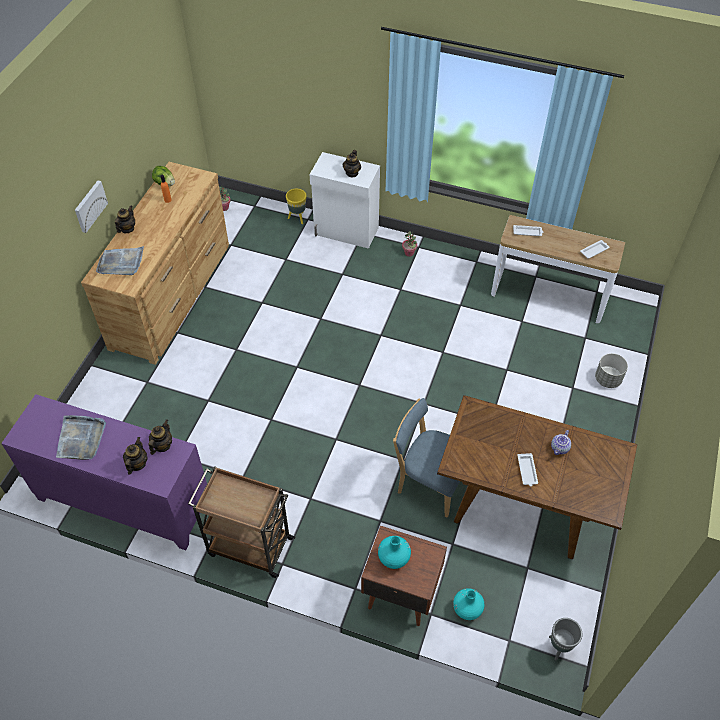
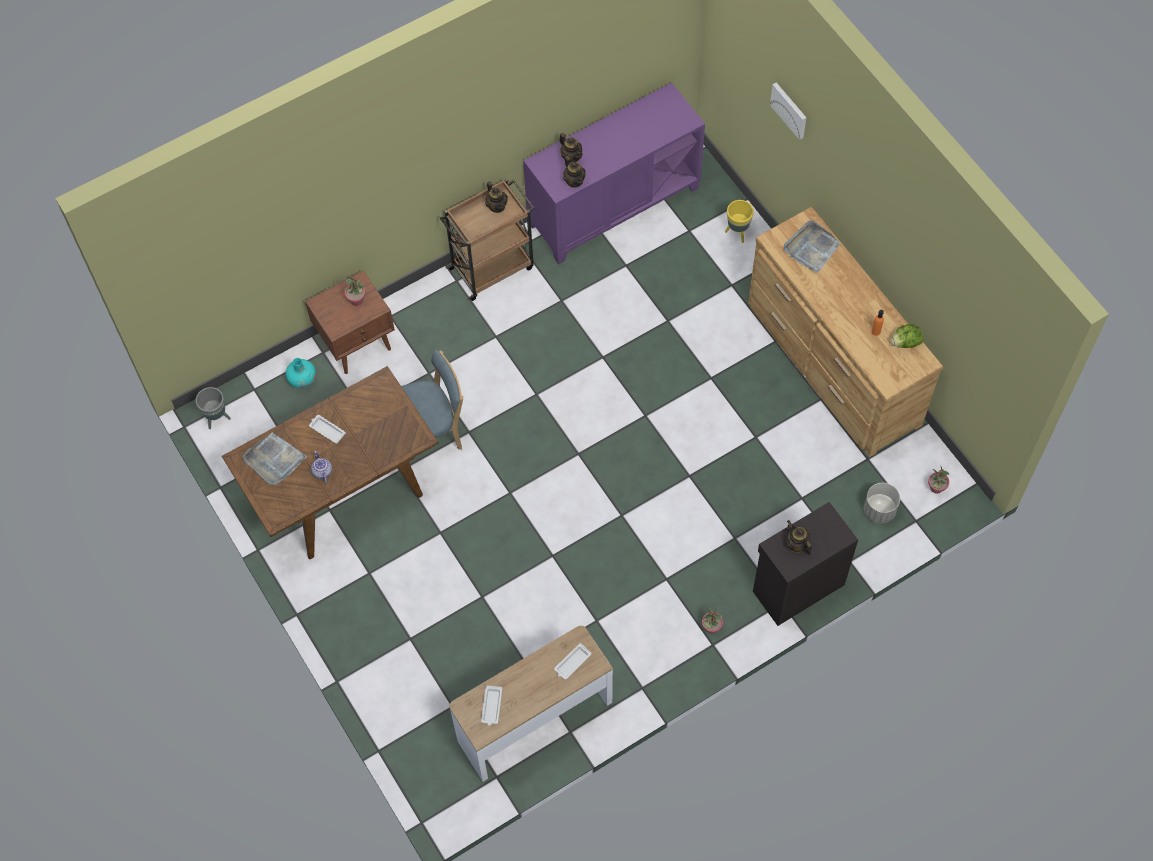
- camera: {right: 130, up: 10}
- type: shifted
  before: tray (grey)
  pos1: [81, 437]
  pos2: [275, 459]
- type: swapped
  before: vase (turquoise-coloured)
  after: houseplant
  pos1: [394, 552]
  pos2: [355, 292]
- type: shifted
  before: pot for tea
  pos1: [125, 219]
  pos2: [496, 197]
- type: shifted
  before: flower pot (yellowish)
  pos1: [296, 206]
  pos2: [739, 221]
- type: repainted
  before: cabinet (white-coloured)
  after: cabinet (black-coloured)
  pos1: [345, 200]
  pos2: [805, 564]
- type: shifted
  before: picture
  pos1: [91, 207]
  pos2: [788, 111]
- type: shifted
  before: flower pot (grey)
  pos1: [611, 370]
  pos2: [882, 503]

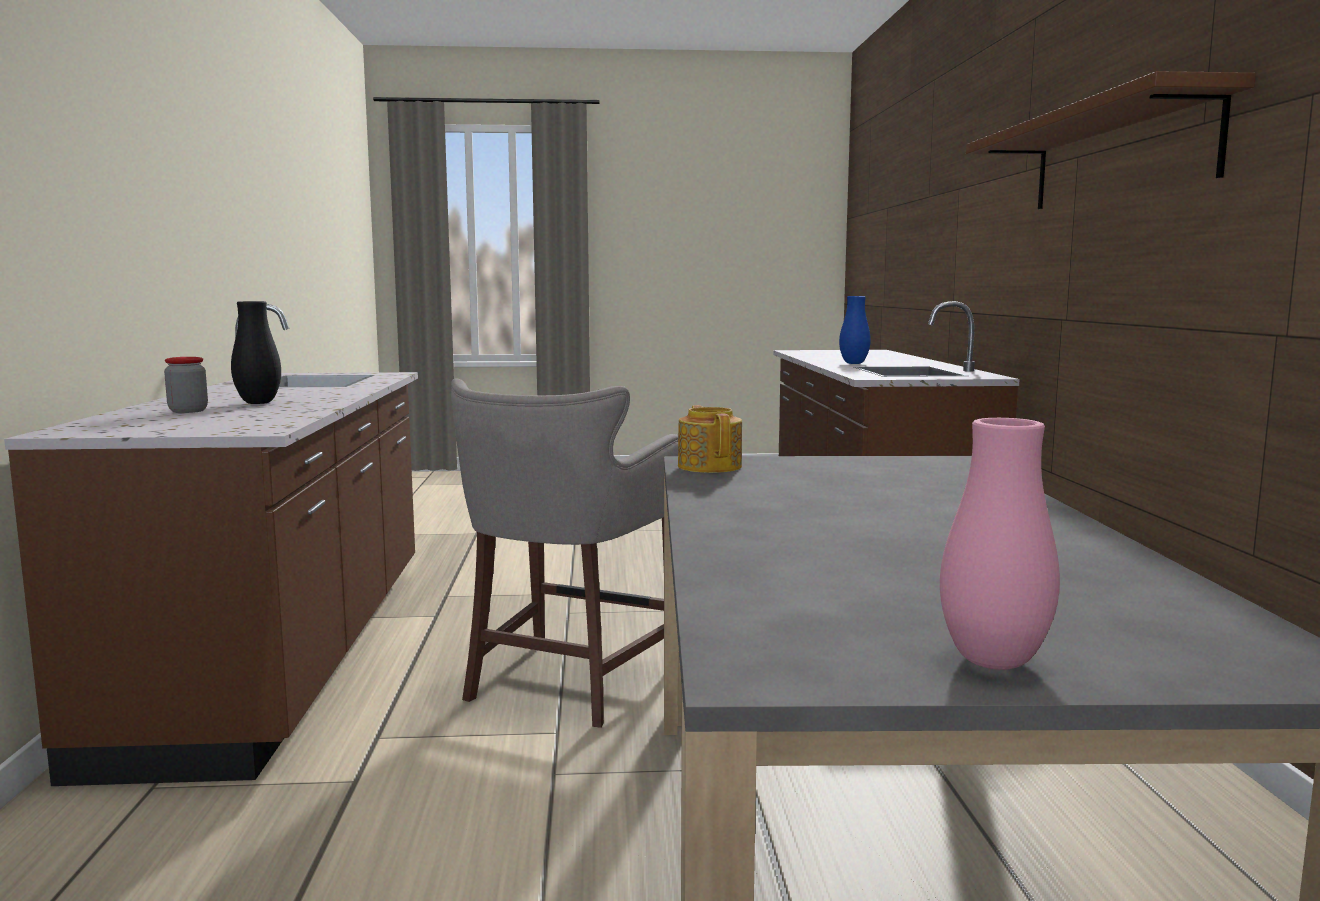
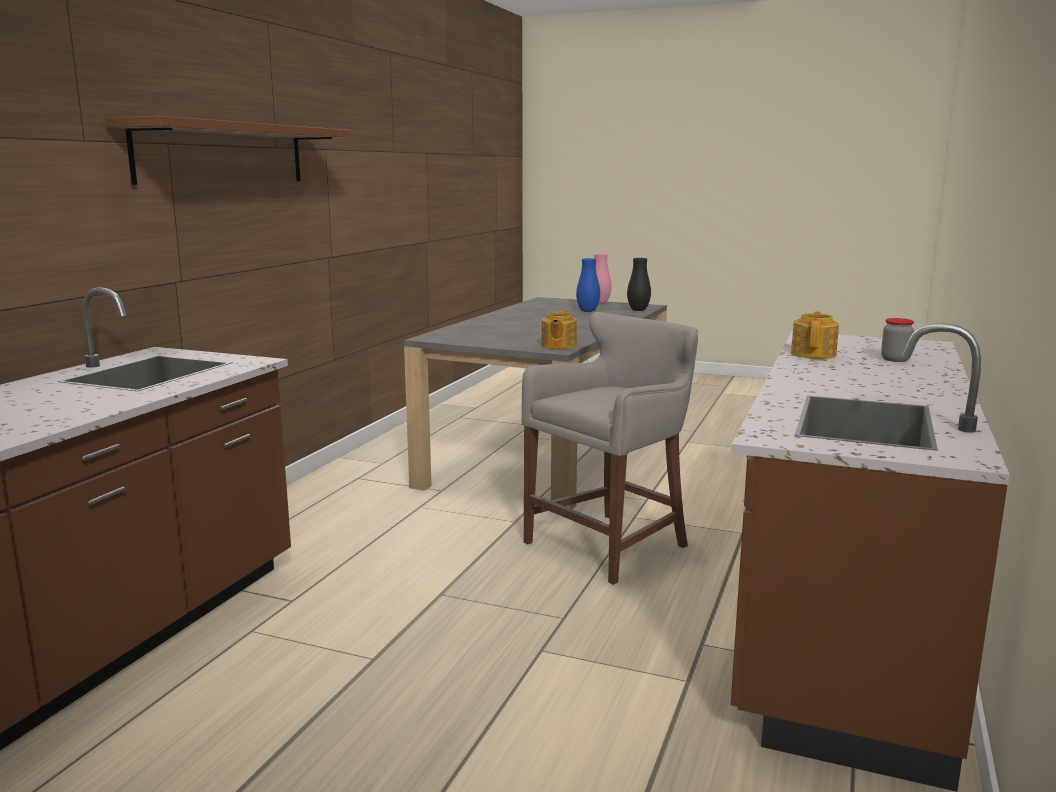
- camera: {right: -155, up: 5}
- type: shifted
  before: vase (blue)
  pos1: [855, 330]
  pos2: [588, 285]
- type: shifted
  before: vase (black-coloured)
  pos1: [256, 352]
  pos2: [639, 284]
- type: new
  after: pot for tea
  pos2: [815, 335]

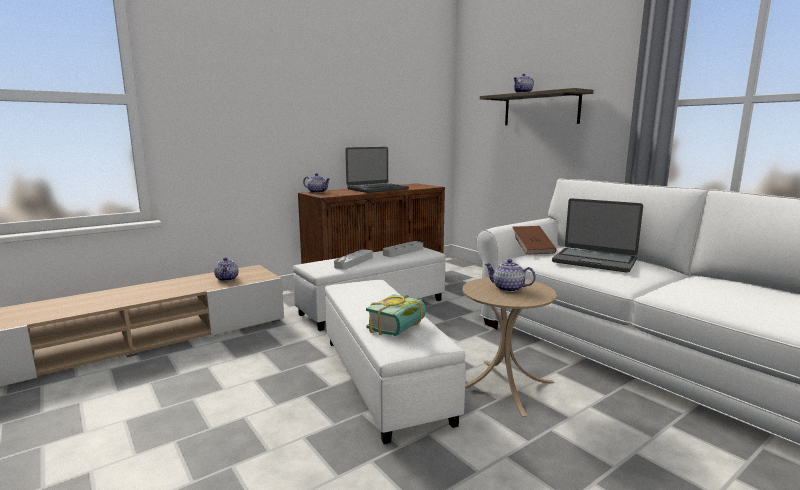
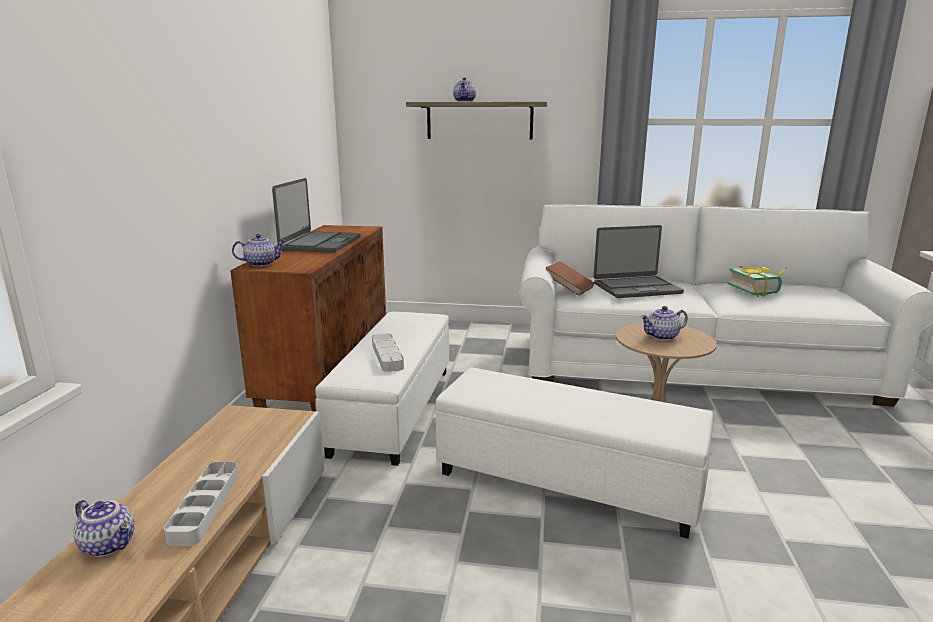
- camera: {right: -45, up: 5}
- type: shifted
  before: pot for tea
  pos1: [226, 269]
  pos2: [104, 528]
- type: shifted
  before: tray (grey)
  pos1: [403, 249]
  pos2: [201, 503]
- type: shifted
  before: bound book
  pos1: [396, 315]
  pos2: [756, 281]

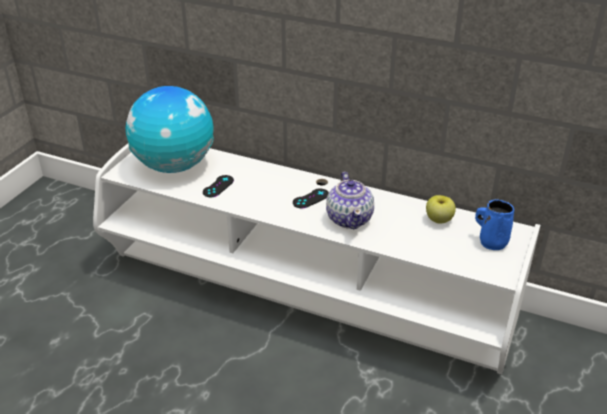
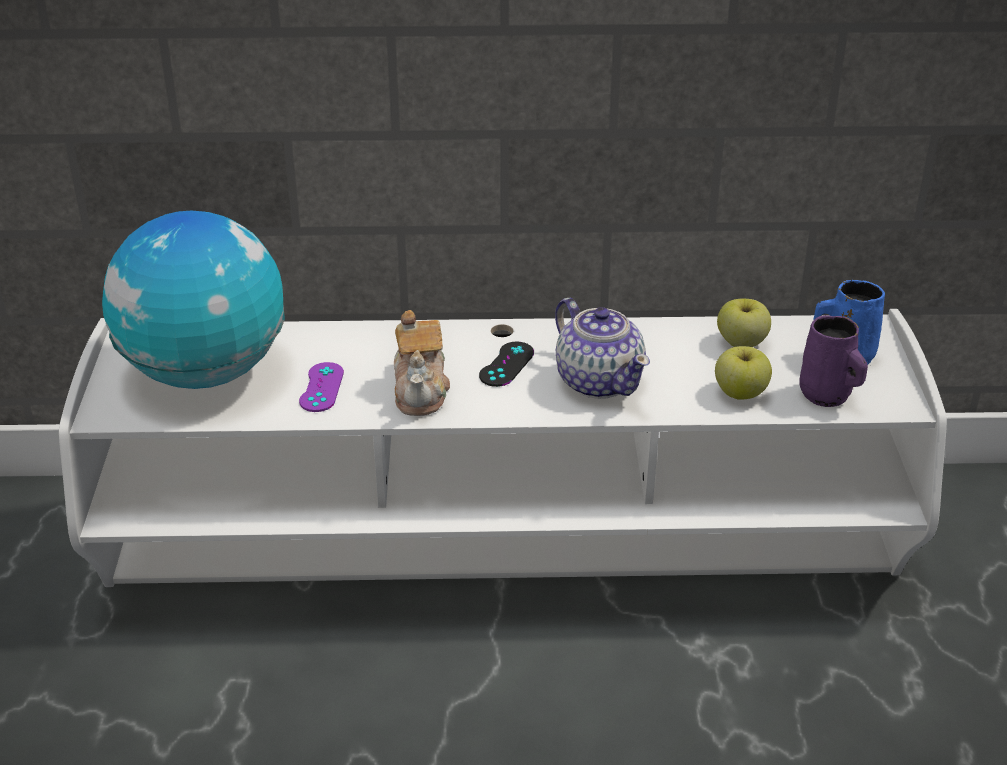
- camera: {right: -25, up: 0}
- type: repainted
  before: game controller (black-coloured)
  after: game controller (purple-coloured)
  pos1: [218, 186]
  pos2: [321, 387]
- type: new
  after: pot for tea
  pos2: [422, 363]
- type: new
  after: whole apple
  pos2: [743, 373]
- type: new
  after: mug (purple-coloured)
  pos2: [833, 361]

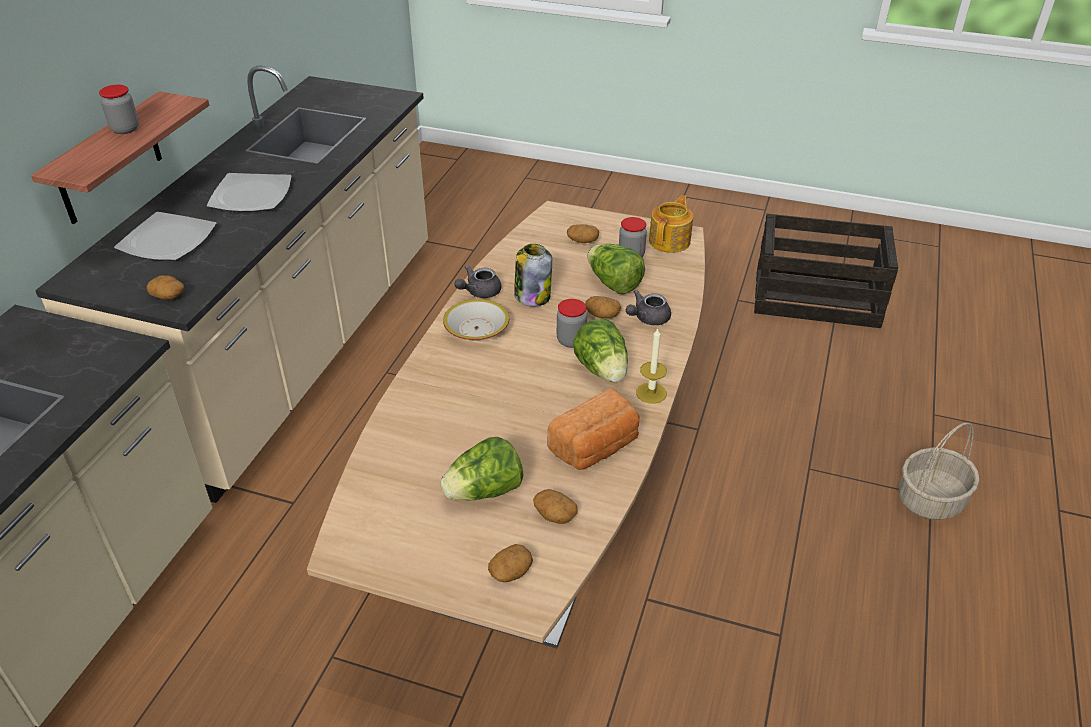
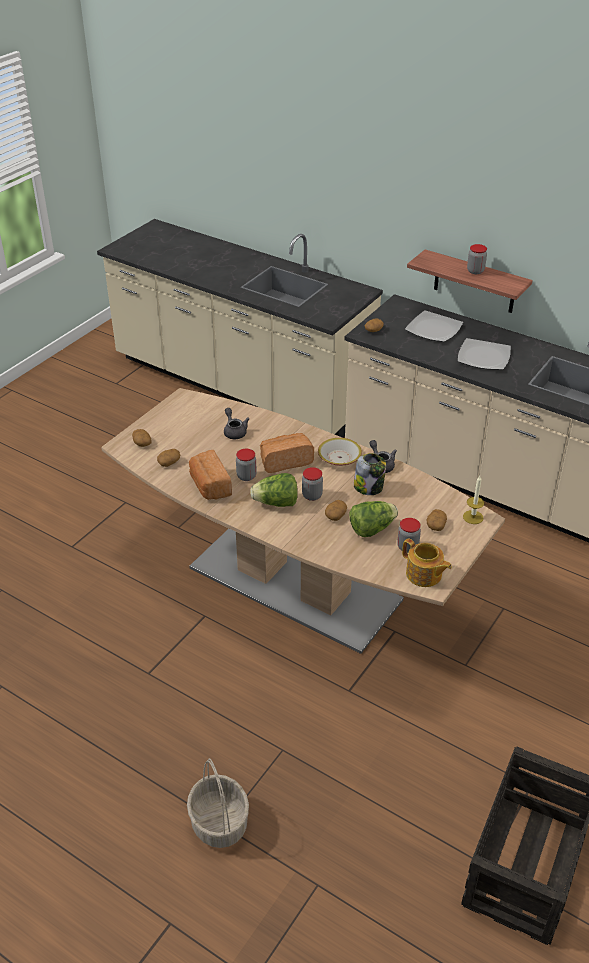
- camera: {right: 105, up: 0}
- type: shifted
  before: pot for tea (grey)
  pos1: [648, 307]
  pos2: [237, 423]
- type: new
  after: jar
  pos2: [246, 464]
- type: new
  after: bread
  pos2: [287, 453]
- type: shifted
  before: candle
  pos1: [651, 365]
  pos2: [473, 500]
- type: gone
  before: lettuce head
  pos1: [481, 468]

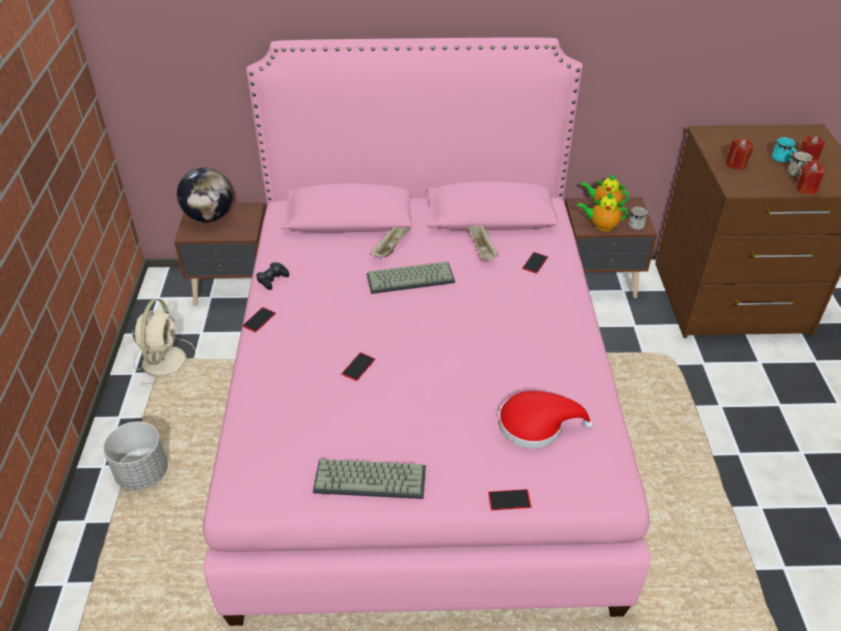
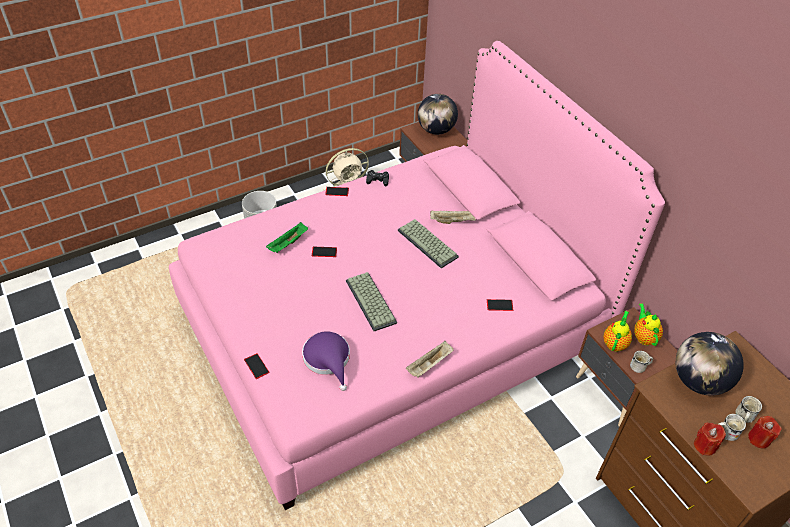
- camera: {right: 60, up: 5}
- type: new
  after: tray (green-coloured)
  pos2: [287, 237]
- type: repainted
  before: clothing hat (reddish)
  after: clothing hat (purple-coloured)
  pos1: [546, 420]
  pos2: [326, 361]
- type: shifted
  before: computer keyboard
  pos1: [369, 479]
  pos2: [371, 301]
- type: shifted
  before: tray (beige-coloured)
  pos1: [483, 242]
  pos2: [429, 359]
- type: rotated
  before: pot for tea
  pos1: [602, 212]
  pos2: [617, 331]
  turn: 45
- type: swapped
  before: candle (reddish)
  after: desk globe
  pos1: [739, 154]
  pos2: [709, 363]
- type: repainted
  before: mug (turquoise-coloured)
  after: mug (white-coloured)
  pos1: [784, 149]
  pos2: [748, 409]

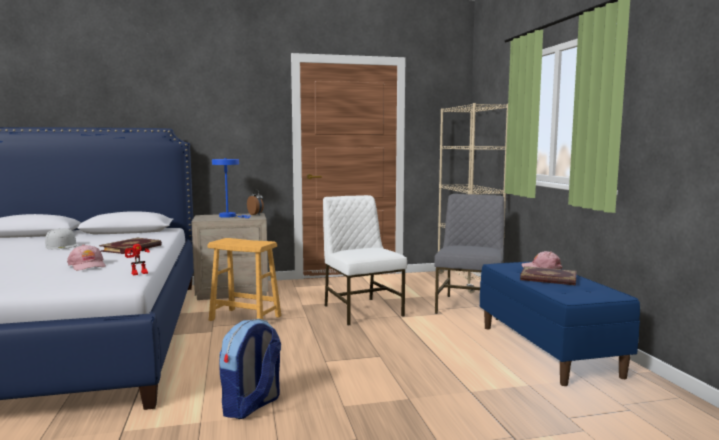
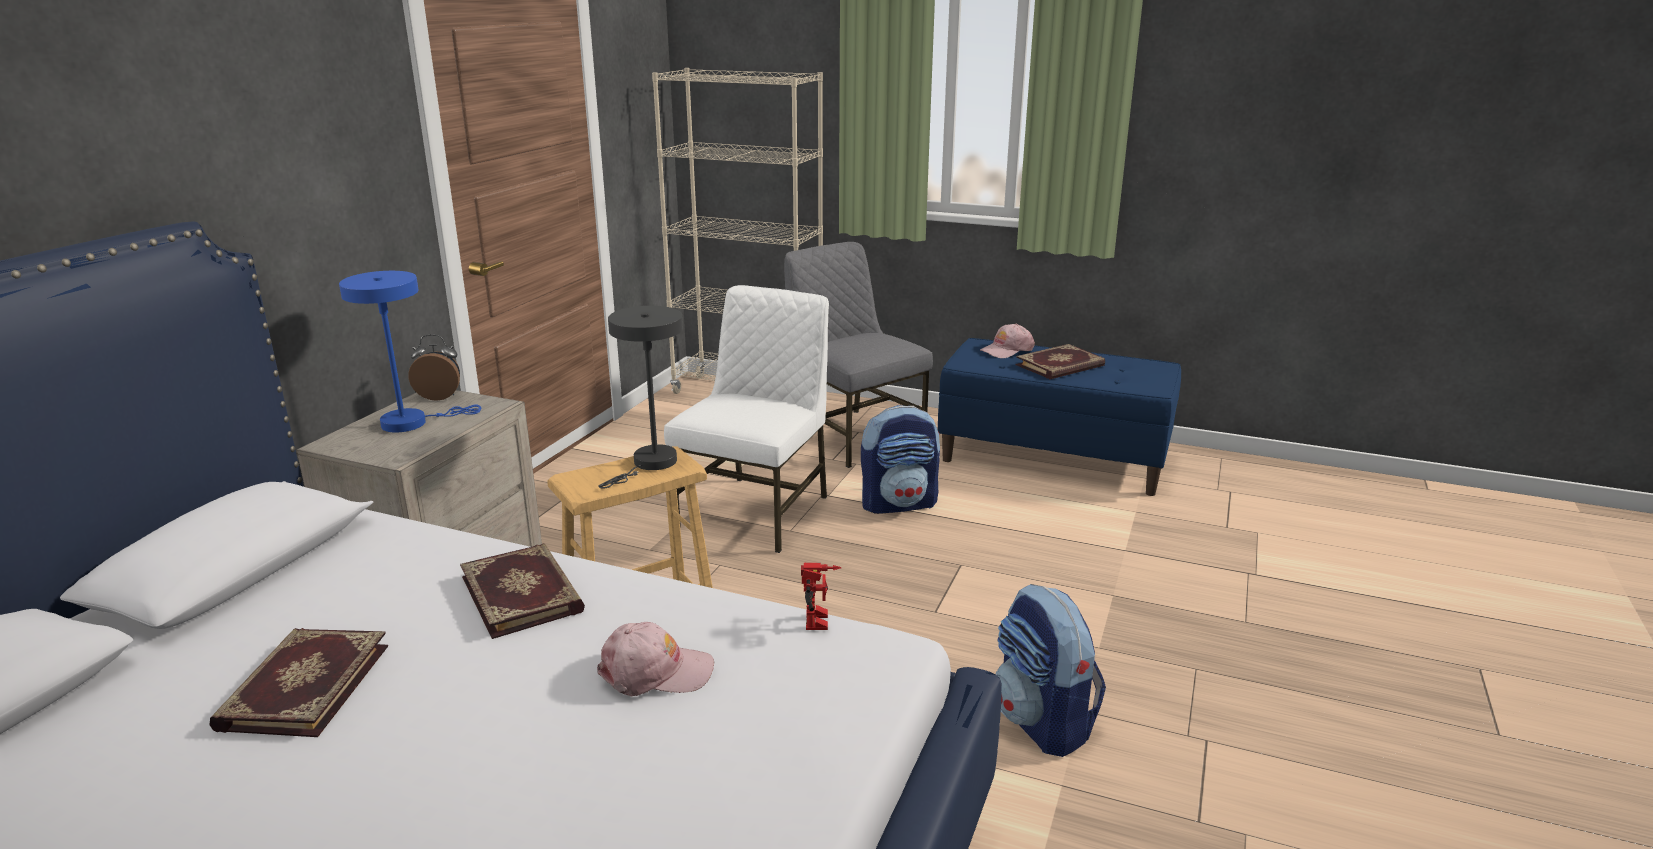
- camera: {right: -55, up: 15}
- type: swapped
  before: cap (white-coloured)
  after: bound book
  pos1: [61, 238]
  pos2: [299, 682]
- type: new
  after: lamp for a table (grey)
  pos2: [640, 397]
- type: rotated
  before: upright chair (white-coloured)
  pos1: [365, 260]
  pos2: [746, 419]
  turn: 105
- type: new
  after: rucksack
  pos2: [900, 459]

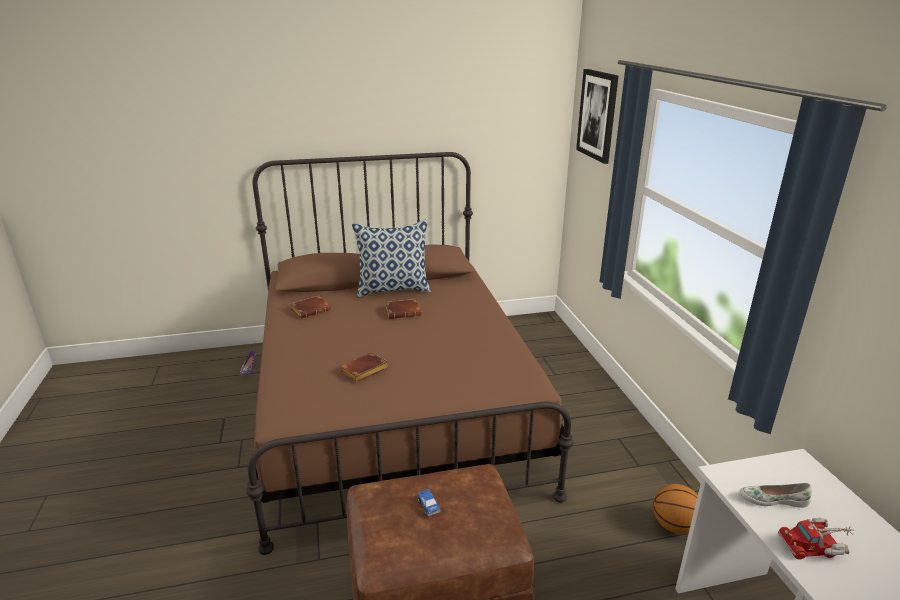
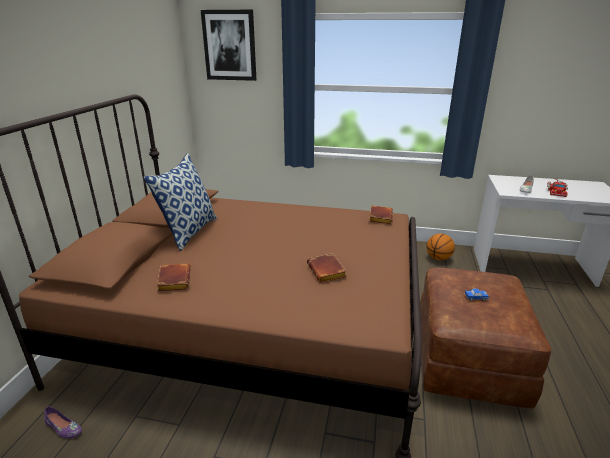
- camera: {right: -65, up: 0}
- type: shifted
  before: bound book (brownish)
  pos1: [403, 309]
  pos2: [381, 214]

